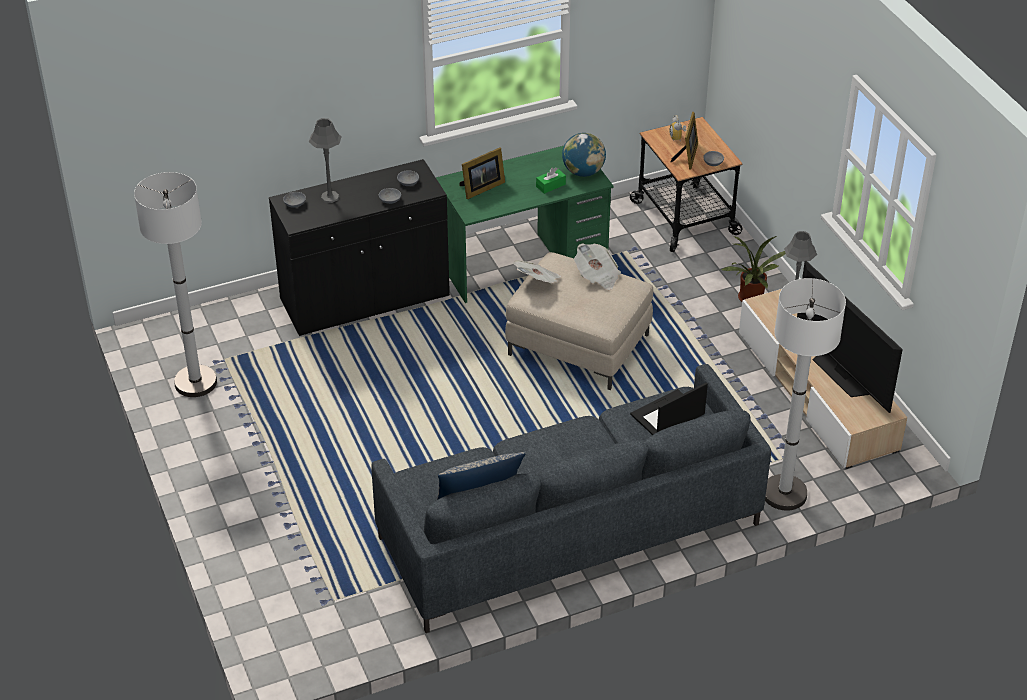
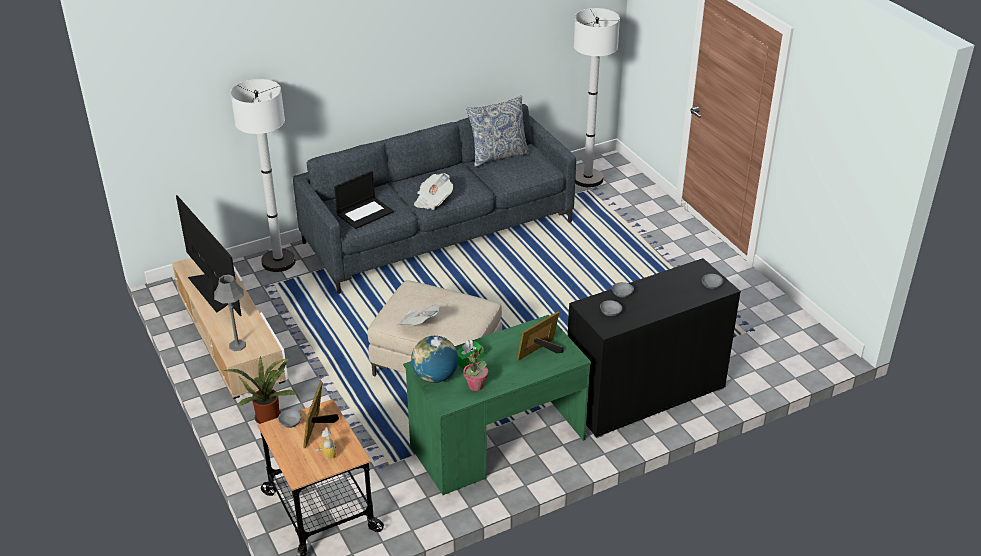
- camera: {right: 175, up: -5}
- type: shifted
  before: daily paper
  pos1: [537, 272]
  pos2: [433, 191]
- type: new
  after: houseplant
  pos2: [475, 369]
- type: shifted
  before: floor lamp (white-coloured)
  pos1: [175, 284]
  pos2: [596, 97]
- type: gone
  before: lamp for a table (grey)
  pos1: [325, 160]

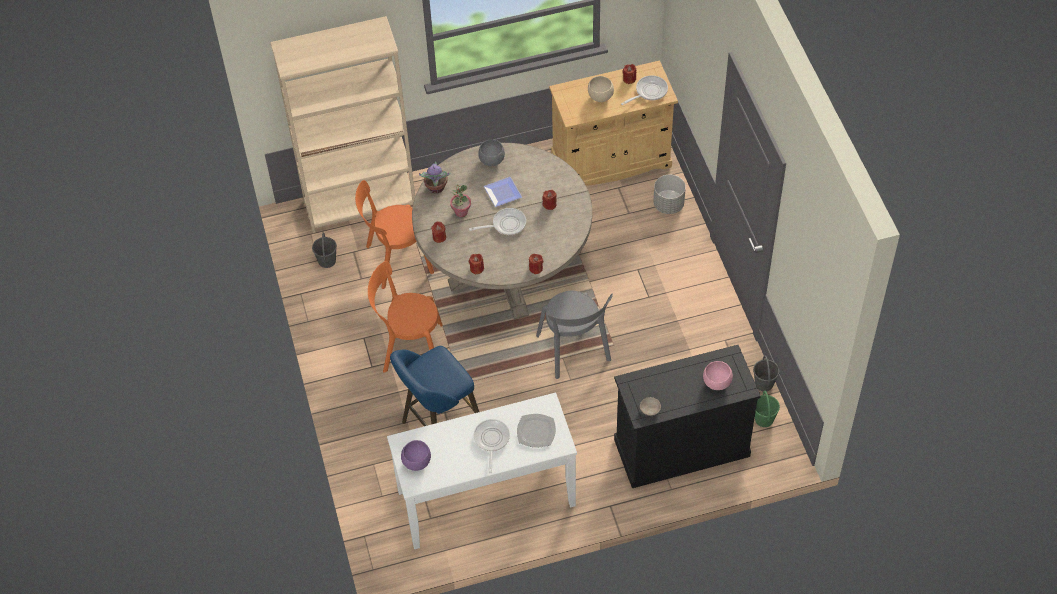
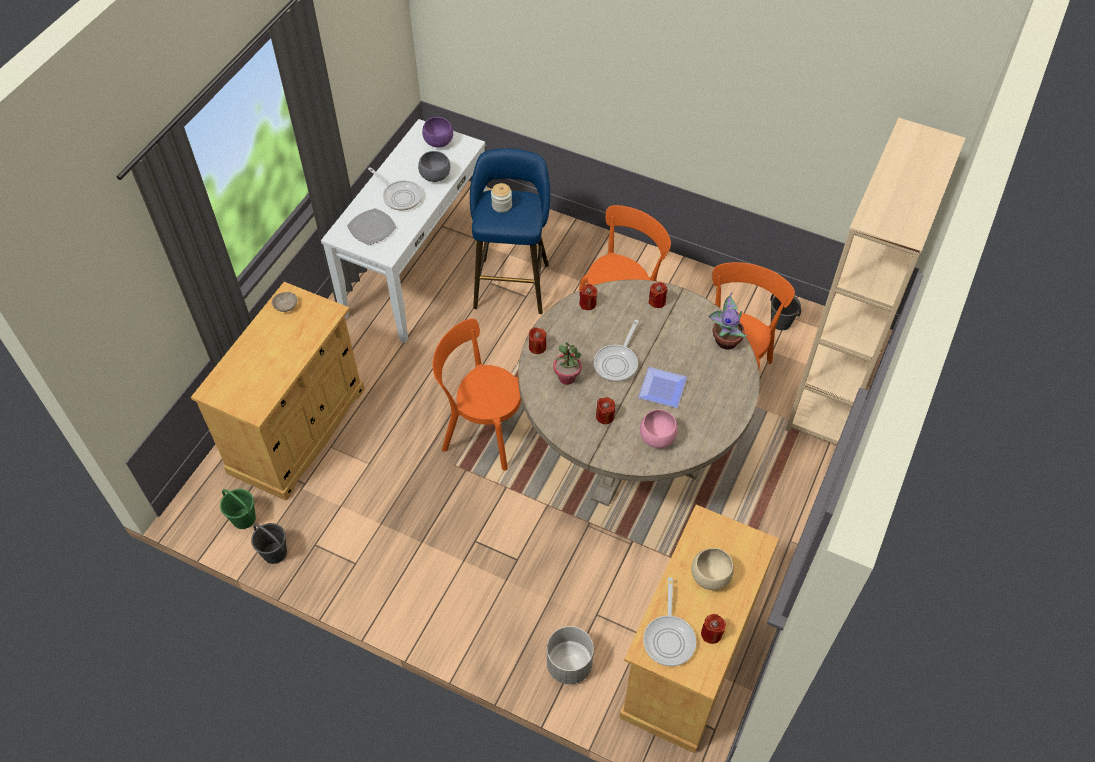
- camera: {right: 130, up: 0}
- type: repainted
  before: cabinet (black-coloured)
  after: cabinet (beige-coloured)
  pos1: [687, 416]
  pos2: [278, 391]
- type: shifted
  before: serving bowl (grey)
  pos1: [491, 153]
  pos2: [434, 166]
- type: repainted
  before: upright chair (grey)
  after: upright chair (orangey)
  pos1: [574, 335]
  pos2: [477, 394]
- type: new
  after: jar
  pos2: [501, 198]
- type: shifted
  before: houseplant
  pos1: [460, 201]
  pos2: [567, 363]
- type: shifted
  before: serving bowl (pink)
  pos1: [718, 375]
  pos2: [659, 428]

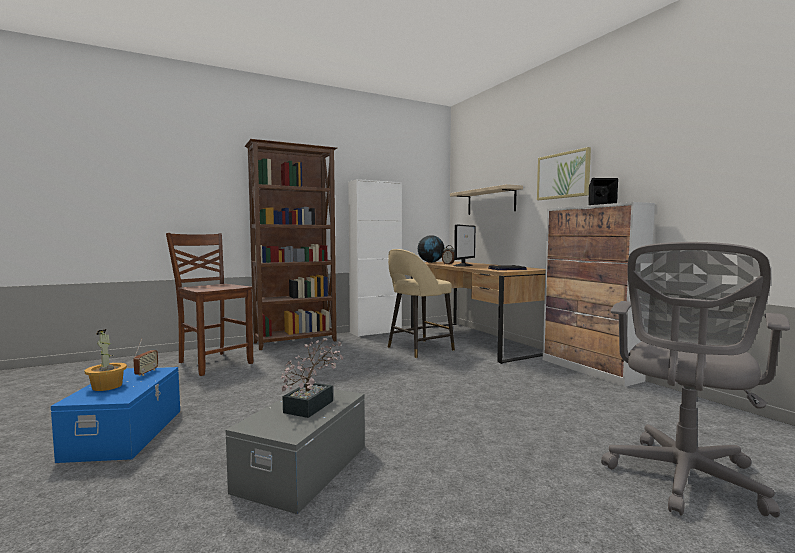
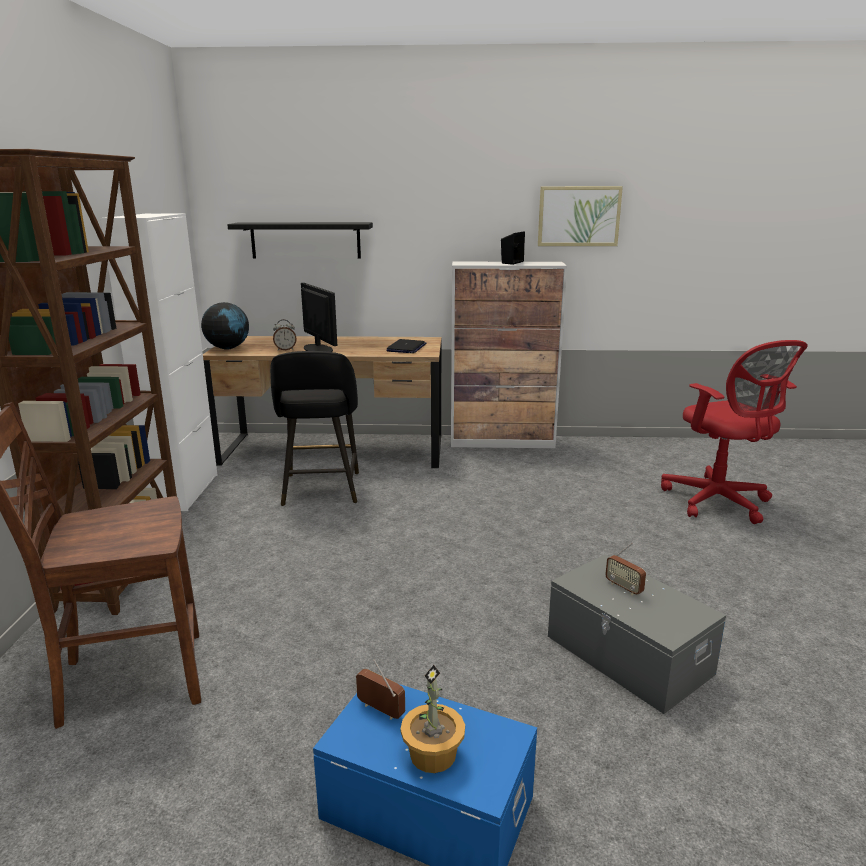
- camera: {right: -60, up: 15}
- type: repainted
  before: bracket shelf (beige-coloured)
  after: bracket shelf (black-coloured)
  pos1: [486, 199]
  pos2: [300, 240]
- type: repainted
  before: sitting stool (beige-coloured)
  after: sitting stool (black-coloured)
  pos1: [421, 303]
  pos2: [314, 428]
- type: shifted
  before: picture
  pos1: [564, 173]
  pos2: [580, 216]
- type: swapped
  before: houseplant
  after: radio set
  pos1: [312, 378]
  pos2: [625, 568]
- type: repainted
  before: computer chair (grey)
  after: computer chair (reddish)
  pos1: [695, 379]
  pos2: [734, 432]

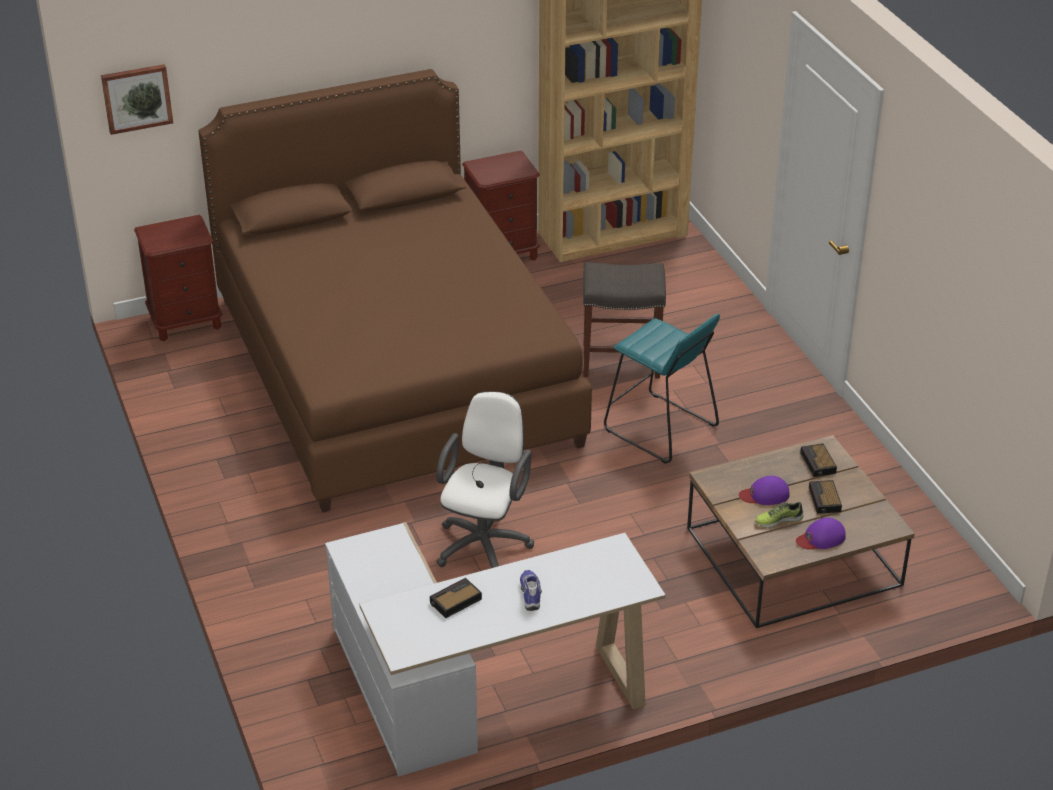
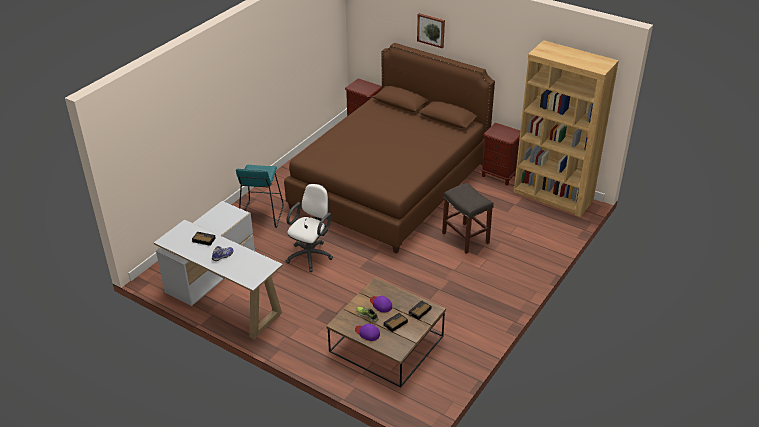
- camera: {right: 55, up: 0}
- type: shifted
  before: sitting stool (turquoise-coloured)
  pos1: [662, 389]
  pos2: [260, 196]
- type: rotated
  before: computer chair (white-coloured)
  pos1: [485, 480]
  pos2: [309, 228]
  turn: -45
- type: shifted
  before: picture
  pos1: [137, 99]
  pos2: [431, 30]

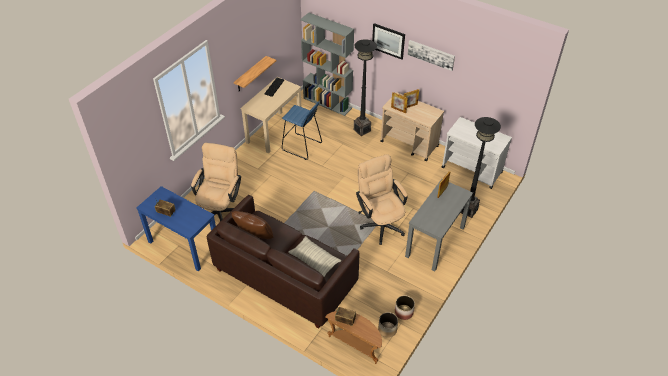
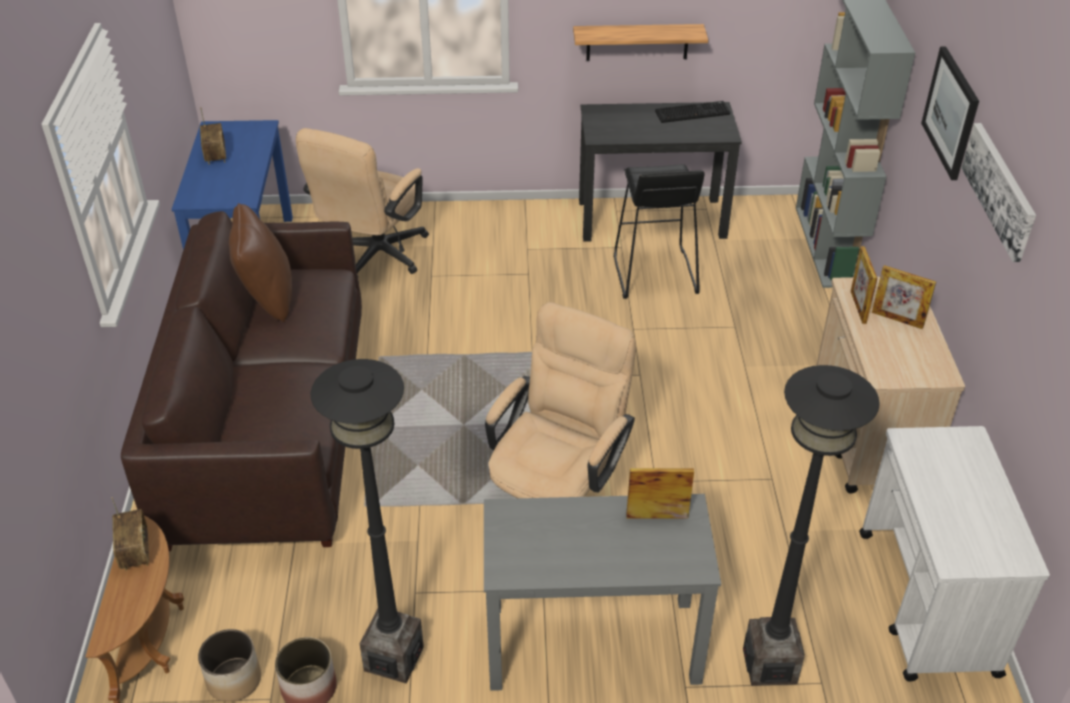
- camera: {right: 55, up: -5}
- type: rotated
  before: computer chair (beige-coloured)
  pos1: [216, 182]
  pos2: [362, 202]
  turn: 135
- type: shifted
  before: floor lamp (black-coloured)
  pos1: [365, 87]
  pos2: [367, 521]
- type: repainted
  before: desk (beige-coloured)
  after: desk (black-coloured)
  pos1: [271, 115]
  pos2: [660, 172]
- type: repainted
  before: sitting stool (blue)
  after: sitting stool (black-coloured)
  pos1: [302, 131]
  pos2: [659, 231]
- type: gone
  before: throw pillow
  pos1: [314, 256]

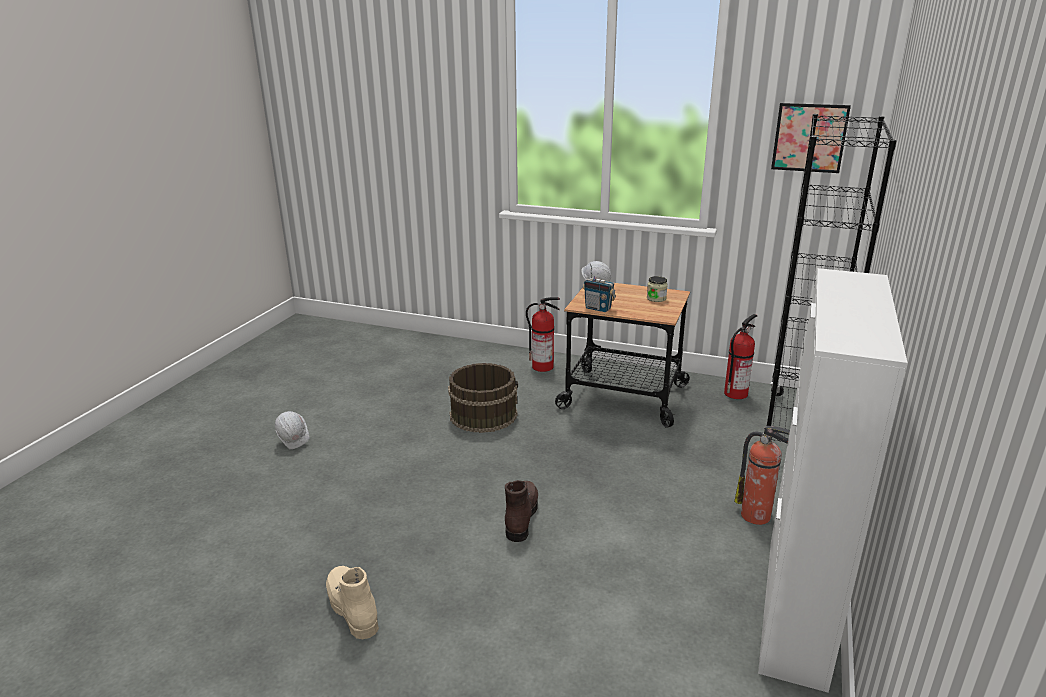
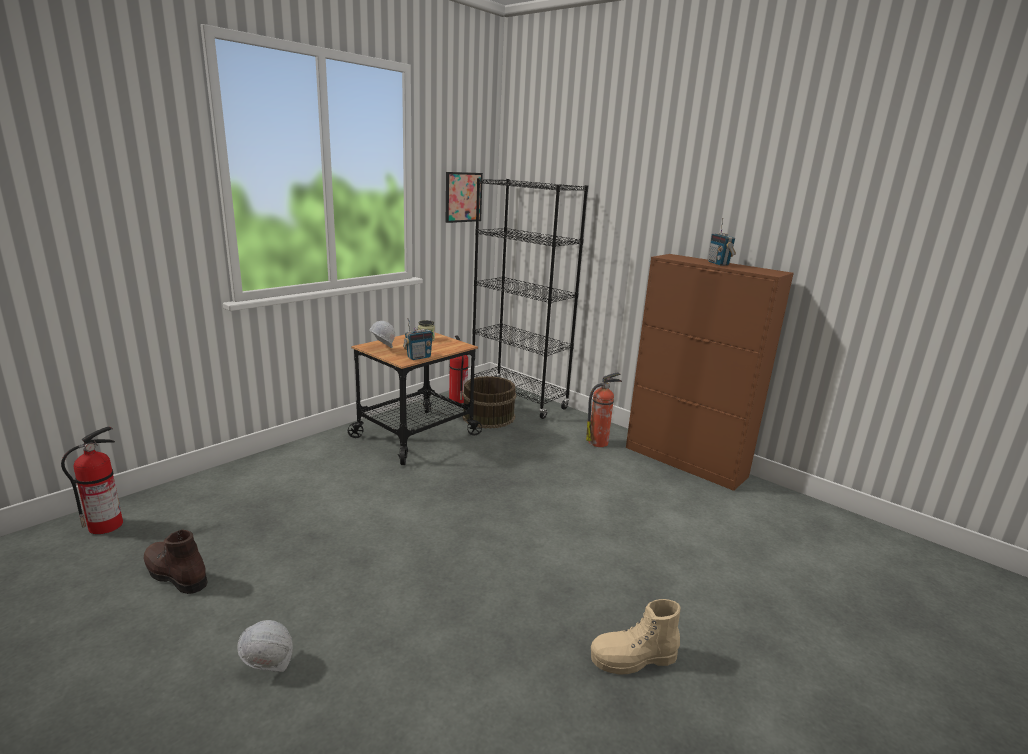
- camera: {right: -70, up: -5}
- type: shifted
  before: fire extinguisher
  pos1: [543, 334]
  pos2: [92, 480]
- type: shifted
  before: tall boot (brownish)
  pos1: [521, 511]
  pos2: [175, 561]
- type: shifted
  before: pail (brownish)
  pos1: [483, 398]
  pos2: [489, 402]
- type: repainted
  before: cabinet (white-coloured)
  after: cabinet (brownish)
  pos1: [832, 480]
  pos2: [710, 372]
- type: new
  after: radio set
  pos2: [722, 242]

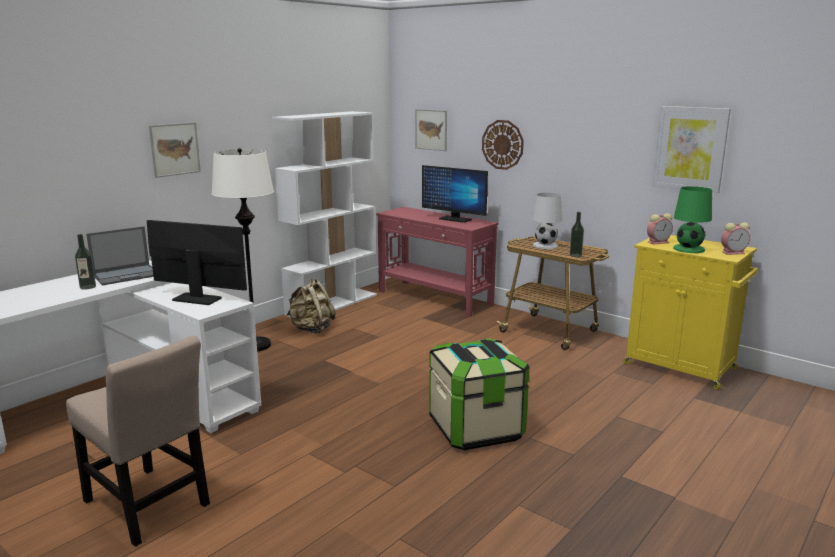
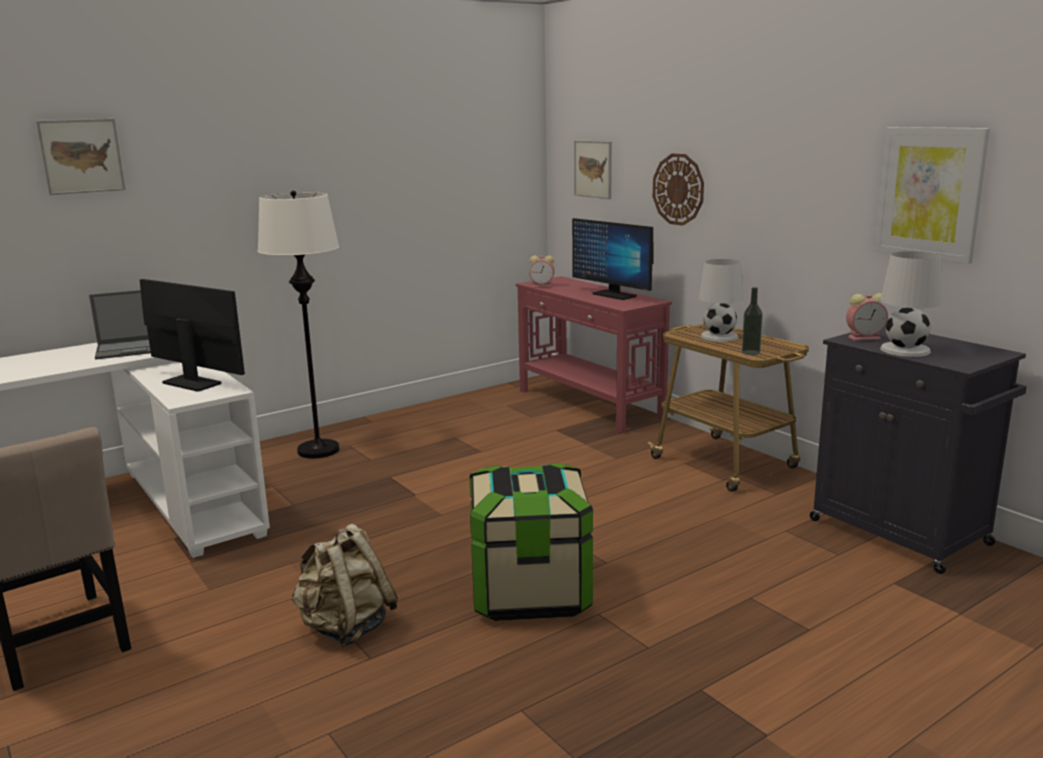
- camera: {right: 15, up: 0}
- type: shifted
  before: picture
  pos1: [175, 150]
  pos2: [80, 157]
- type: shifted
  before: rucksack (beige-coloured)
  pos1: [311, 306]
  pos2: [345, 585]
- type: shifted
  before: bedside clock
  pos1: [735, 239]
  pos2: [542, 271]
- type: repainted
  before: cabinet (yellowish)
  after: cabinet (black-coloured)
  pos1: [690, 312]
  pos2: [918, 450]
- type: repainted
  before: lamp for a table (green-coloured)
  after: lamp for a table (white-coloured)
  pos1: [692, 219]
  pos2: [910, 304]
- type: gone
  before: beverage bottle
  pos1: [85, 262]
- type: gone
  before: shelving unit (white-coloured)
  pos1: [324, 214]

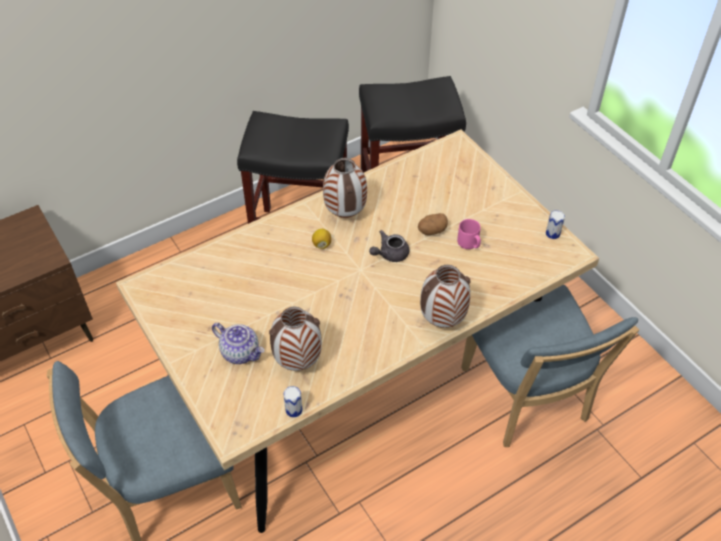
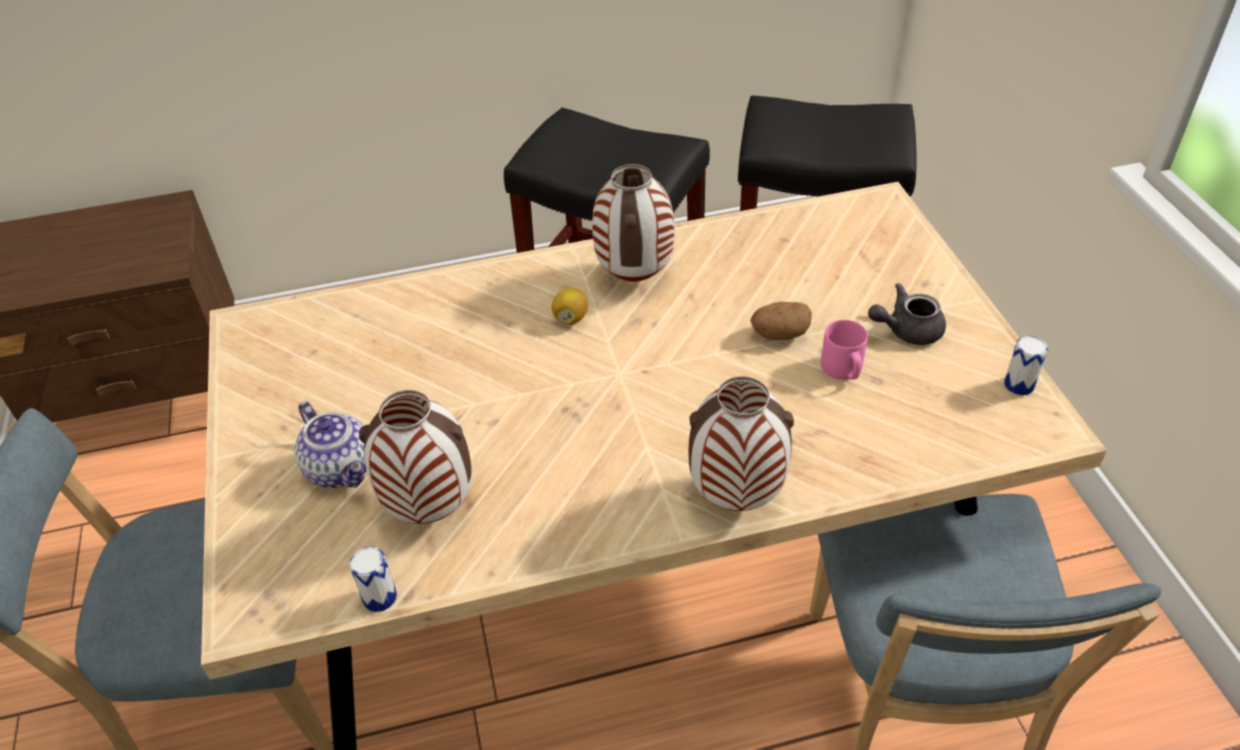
- camera: {right: 20, up: -5}
- type: shifted
  before: pot for tea (grey)
  pos1: [389, 246]
  pos2: [907, 314]

